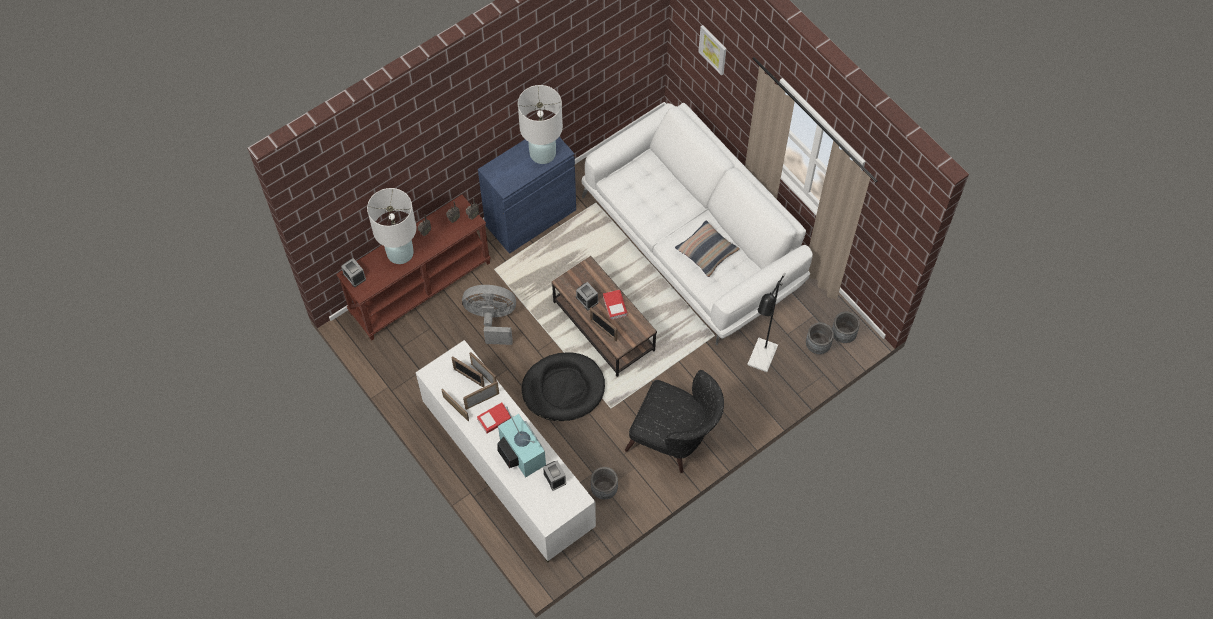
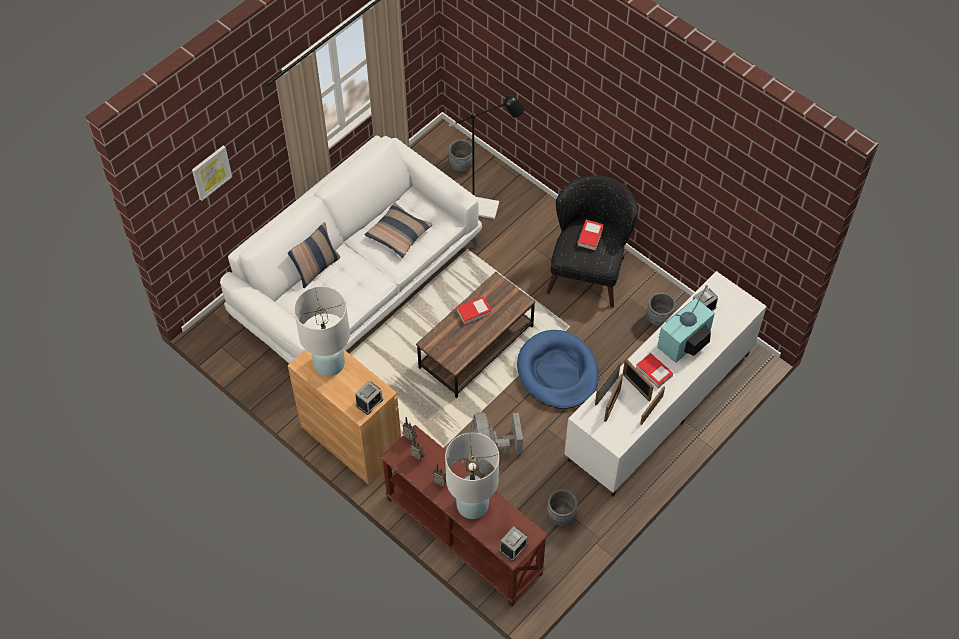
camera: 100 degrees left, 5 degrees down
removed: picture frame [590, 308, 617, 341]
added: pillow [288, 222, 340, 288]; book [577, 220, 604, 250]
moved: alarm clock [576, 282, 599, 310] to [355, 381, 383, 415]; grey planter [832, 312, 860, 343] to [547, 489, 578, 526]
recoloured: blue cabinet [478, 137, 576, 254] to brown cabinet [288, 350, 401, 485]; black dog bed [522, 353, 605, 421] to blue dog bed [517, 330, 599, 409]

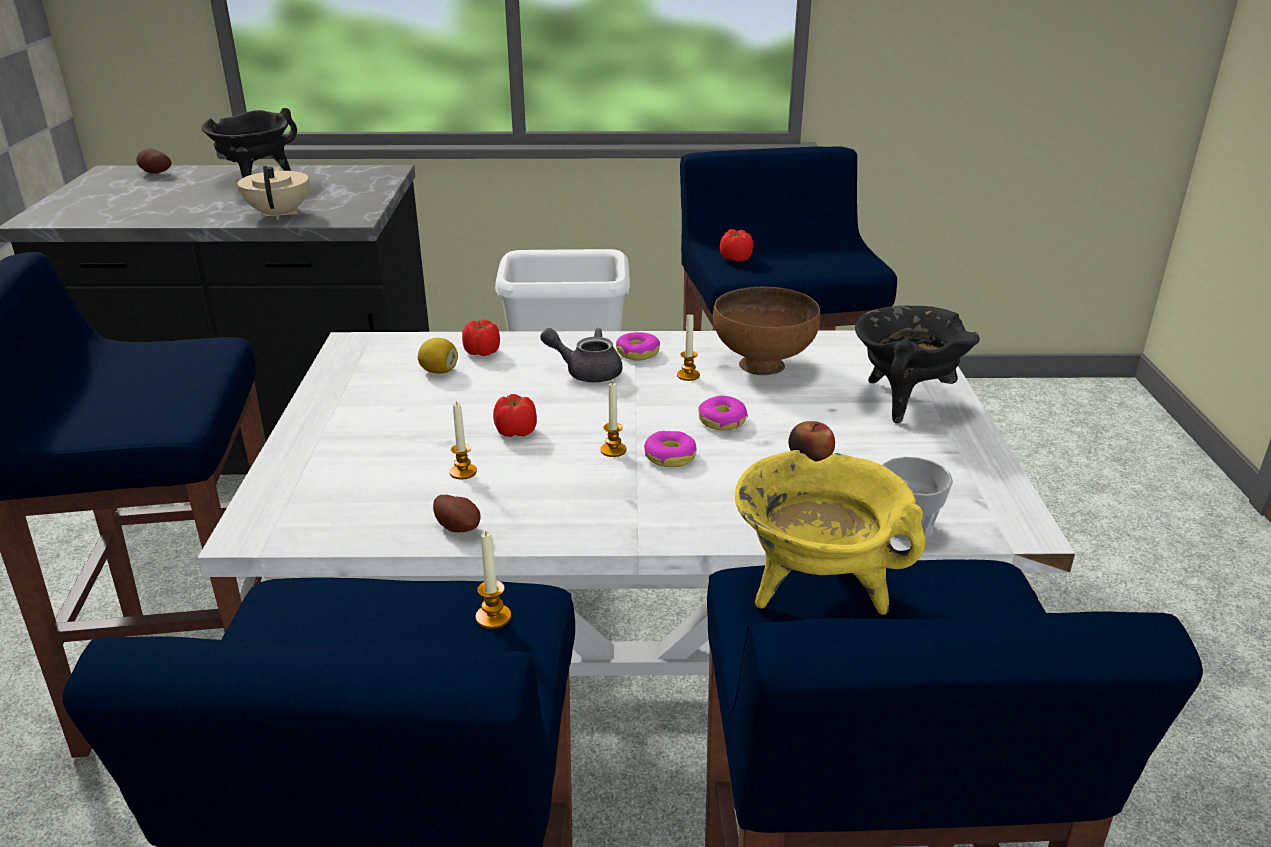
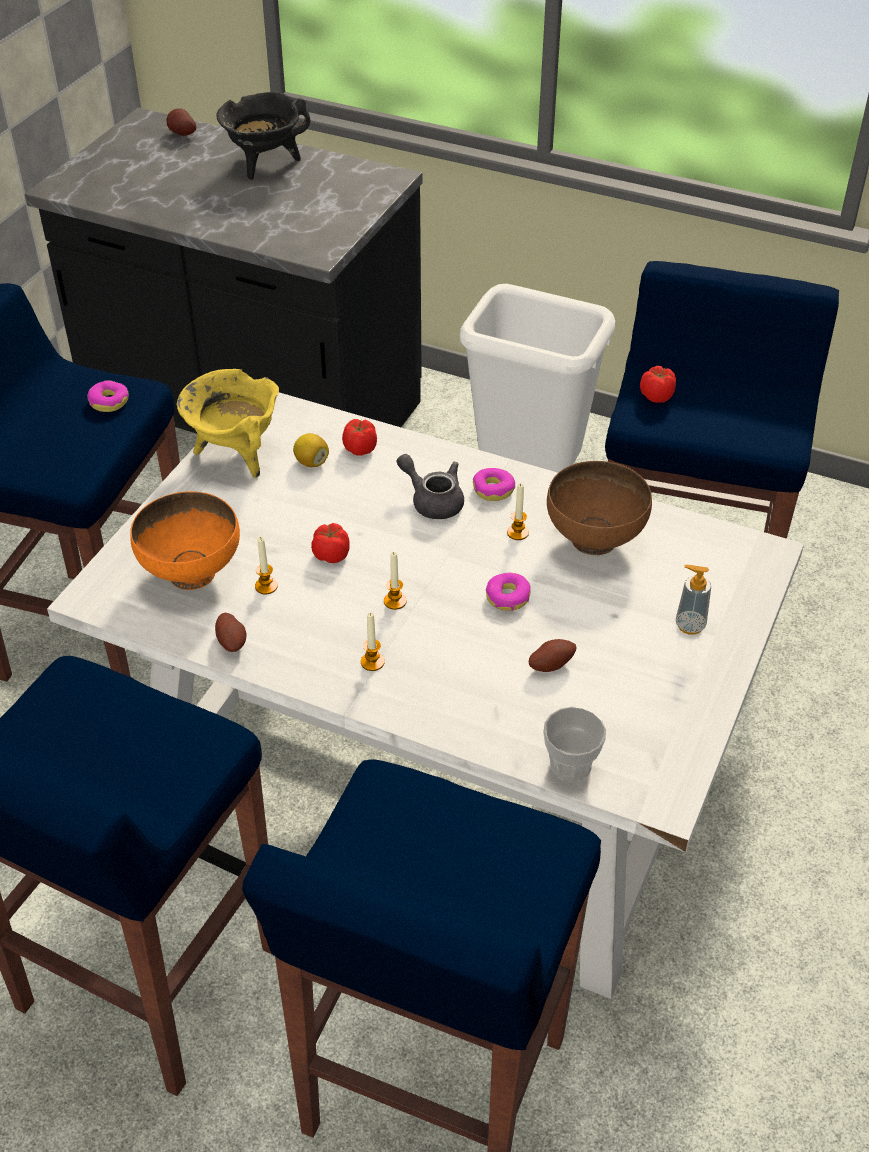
camera: 25 degrees right, 15 degrees up
removed: beige teapot [238, 166, 309, 220]
added: orange bowl [130, 491, 240, 590]
moved: donut [644, 431, 697, 467] to [87, 380, 129, 412]; yellow cooking pot [735, 450, 926, 615] to [177, 369, 279, 478]; candle [476, 531, 511, 629] to [361, 613, 385, 671]
replaced: apple [788, 421, 835, 462] to potato [529, 639, 576, 672]; black cooking pot [855, 306, 980, 424] to soap dispenser [676, 565, 711, 635]

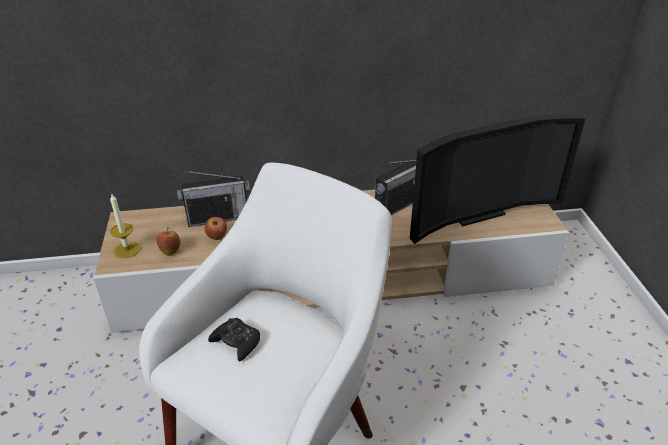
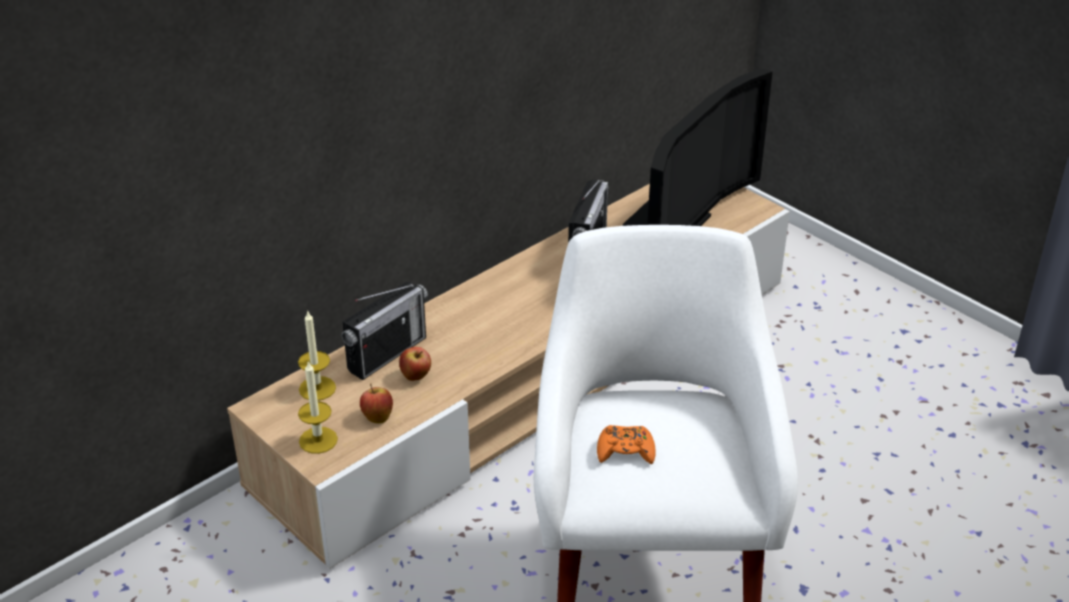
camera: 35 degrees left, 0 degrees up
added: candle [298, 312, 336, 401]
recoloured: black game controller [208, 318, 260, 362] to orange game controller [597, 425, 656, 464]

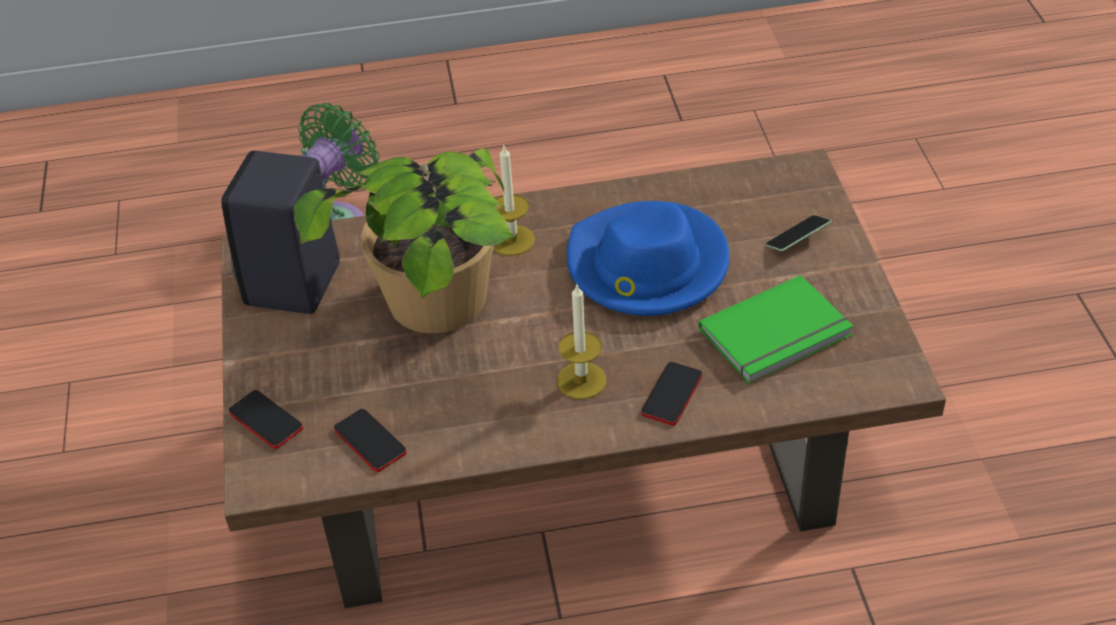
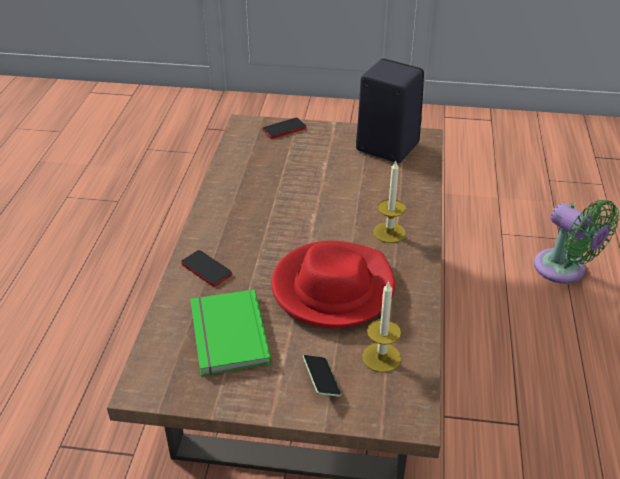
camera: 105 degrees right, 5 degrees down
removed: potted plant [294, 148, 517, 333]; phone [334, 409, 407, 472]
moved: candle [557, 285, 606, 399] to [362, 281, 401, 373]
recoloured: blue hat [567, 201, 730, 316] to red hat [271, 241, 395, 328]

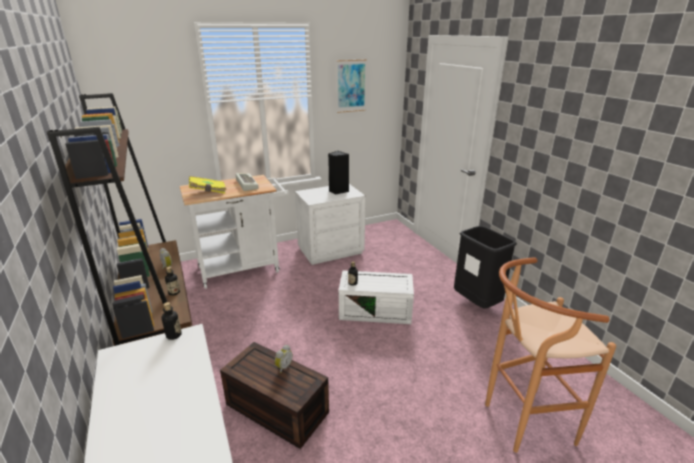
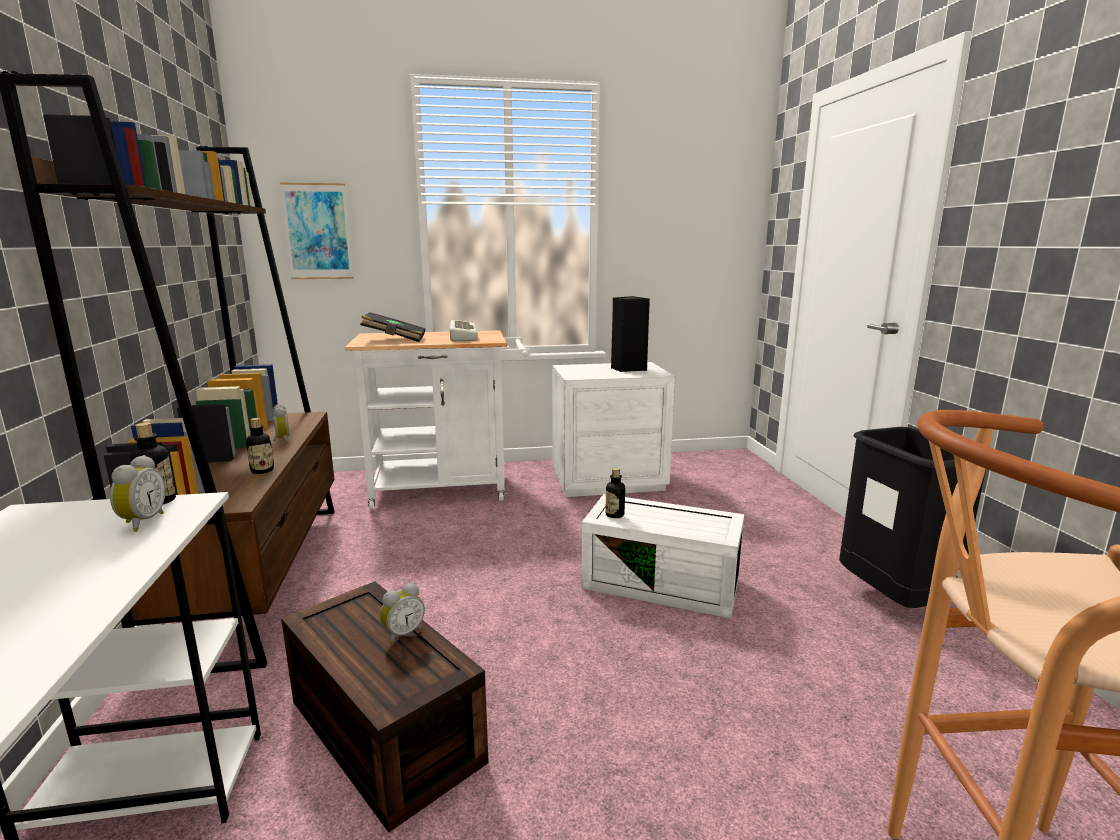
camera: 15 degrees right, 10 degrees down
added: alarm clock [110, 455, 166, 532]
moved: picture [336, 59, 367, 113] to [280, 182, 354, 279]
recoloured: yellow book [189, 176, 226, 194] to black book [360, 312, 426, 342]

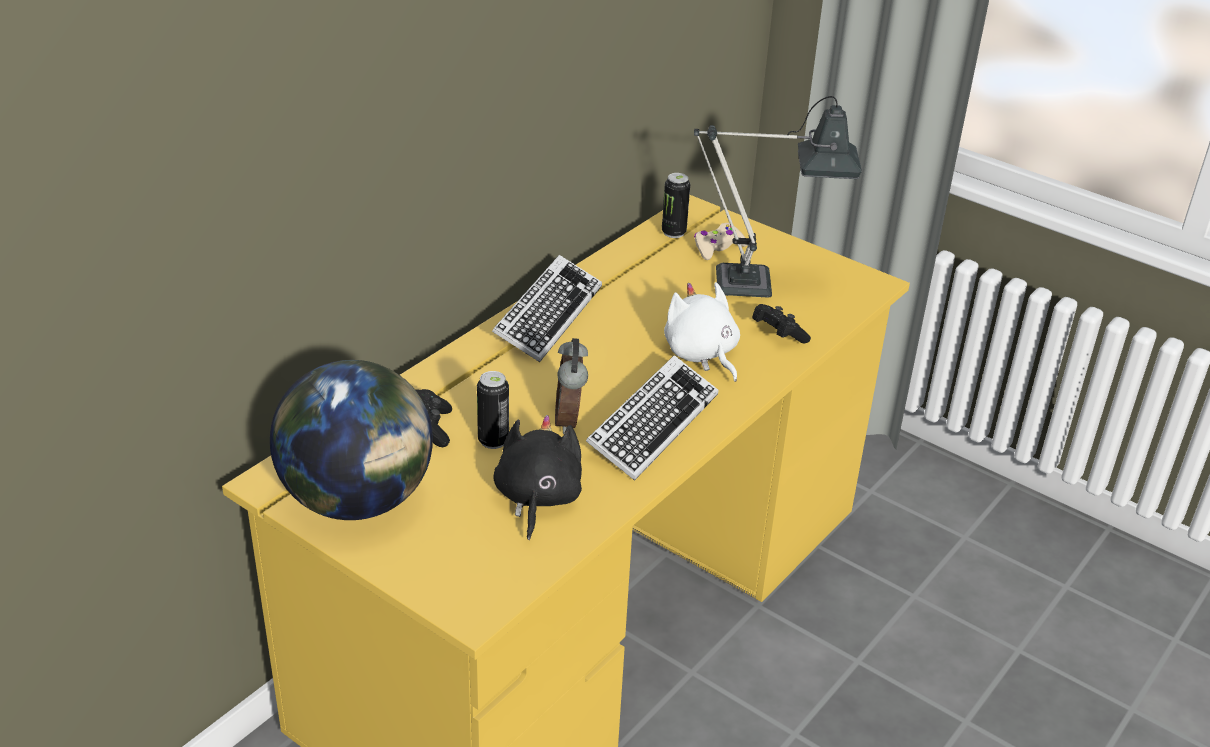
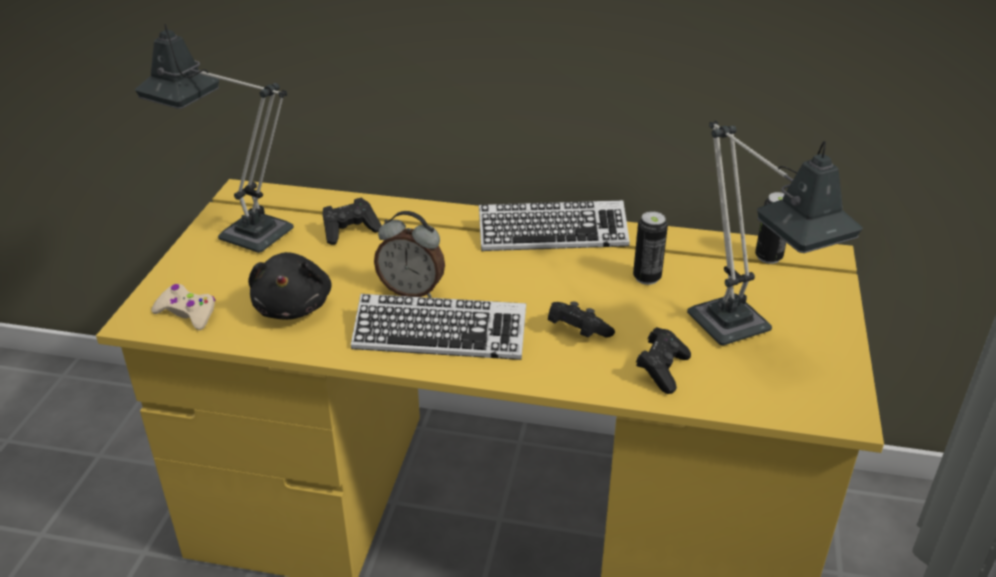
camera: 65 degrees right, 0 degrees up
moved: beige game controller [694, 223, 747, 260] to [151, 284, 216, 330]; can [477, 371, 509, 449] to [633, 212, 668, 285]
replaced: globe [270, 360, 433, 520] to table lamp [135, 24, 294, 253]; white plush toy [664, 282, 740, 382] to black game controller [548, 301, 615, 338]
turned: black plush toy [494, 415, 582, 540] = [248, 252, 332, 320] 105 degrees clockwise; alarm clock [555, 338, 588, 434] = [374, 211, 445, 298] 135 degrees counterclockwise

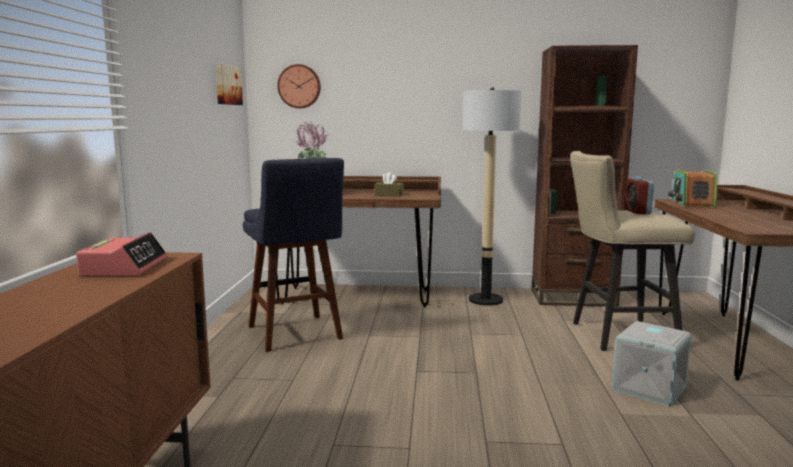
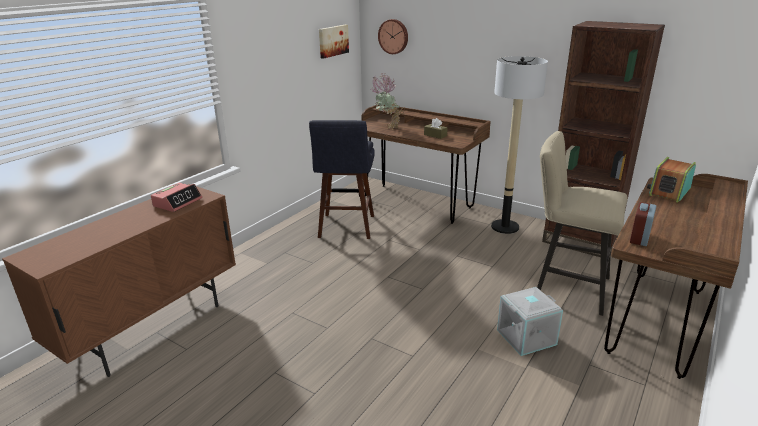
camera: 30 degrees right, 15 degrees up
moved: alarm clock [625, 176, 654, 214] to [630, 202, 656, 246]

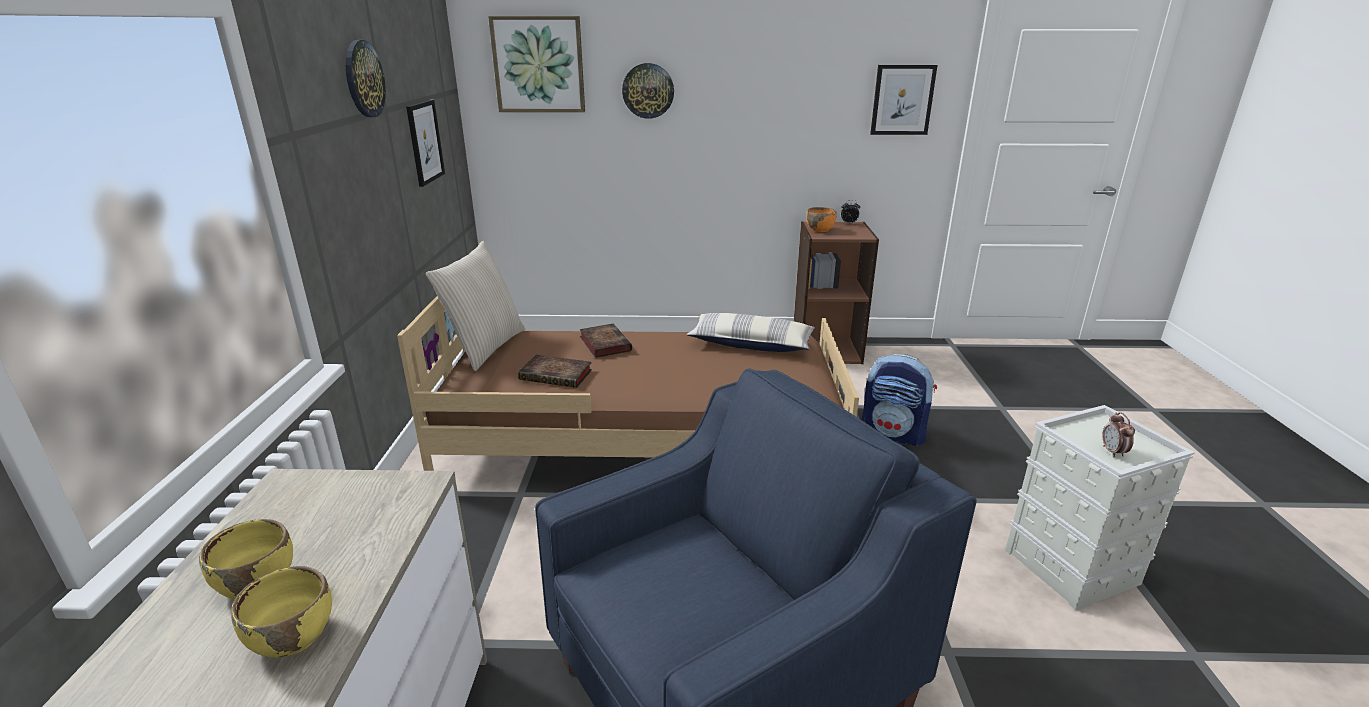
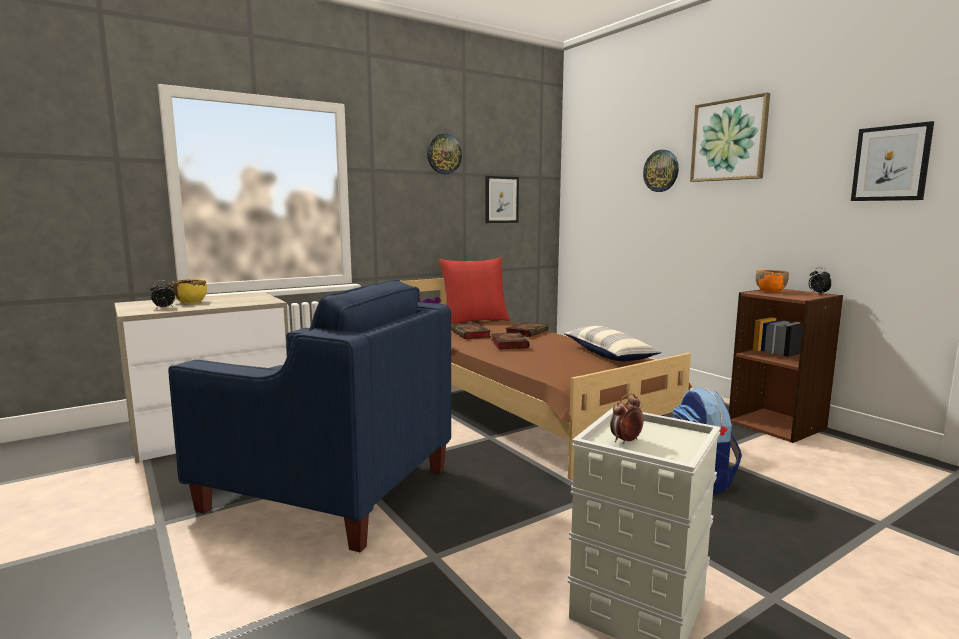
camera: 55 degrees right, 15 degrees down
added: book [491, 332, 529, 349]
moved: picture [488, 16, 585, 112] to [690, 92, 770, 182]
replaced: yellow bowl [231, 566, 332, 658] to alarm clock [150, 280, 175, 308]
recoloured: beige pillow [426, 241, 525, 371] to red pillow [439, 257, 510, 324]

